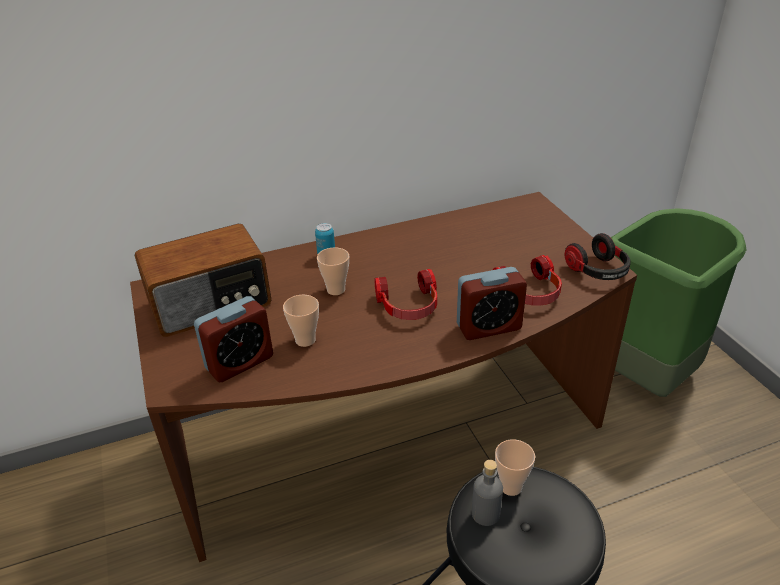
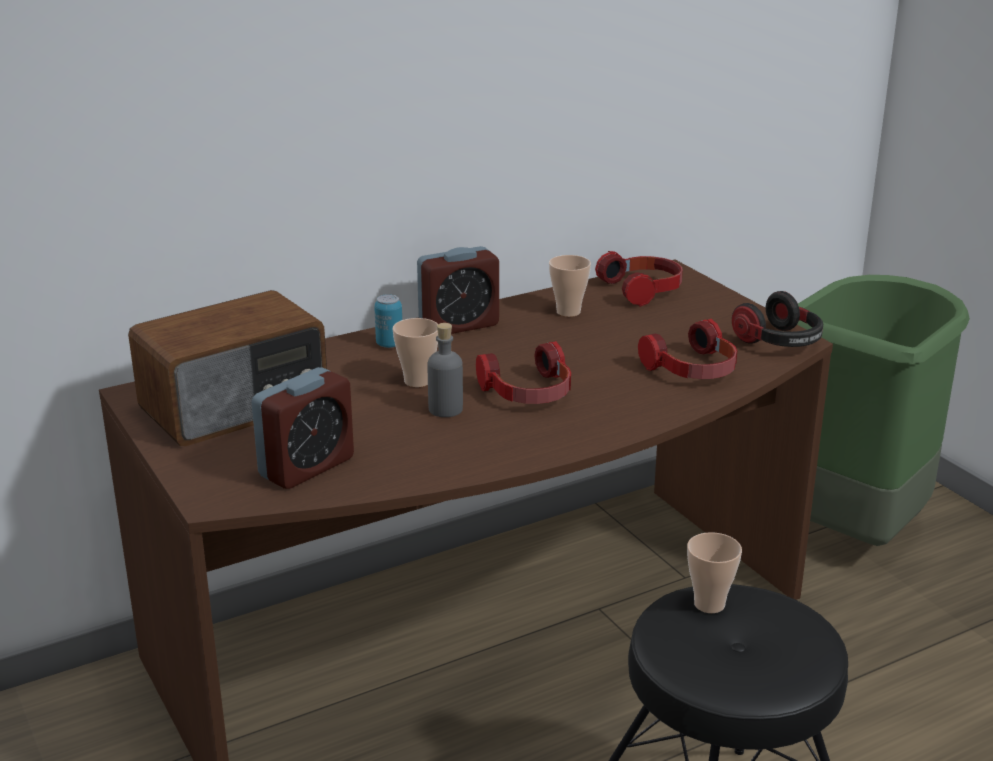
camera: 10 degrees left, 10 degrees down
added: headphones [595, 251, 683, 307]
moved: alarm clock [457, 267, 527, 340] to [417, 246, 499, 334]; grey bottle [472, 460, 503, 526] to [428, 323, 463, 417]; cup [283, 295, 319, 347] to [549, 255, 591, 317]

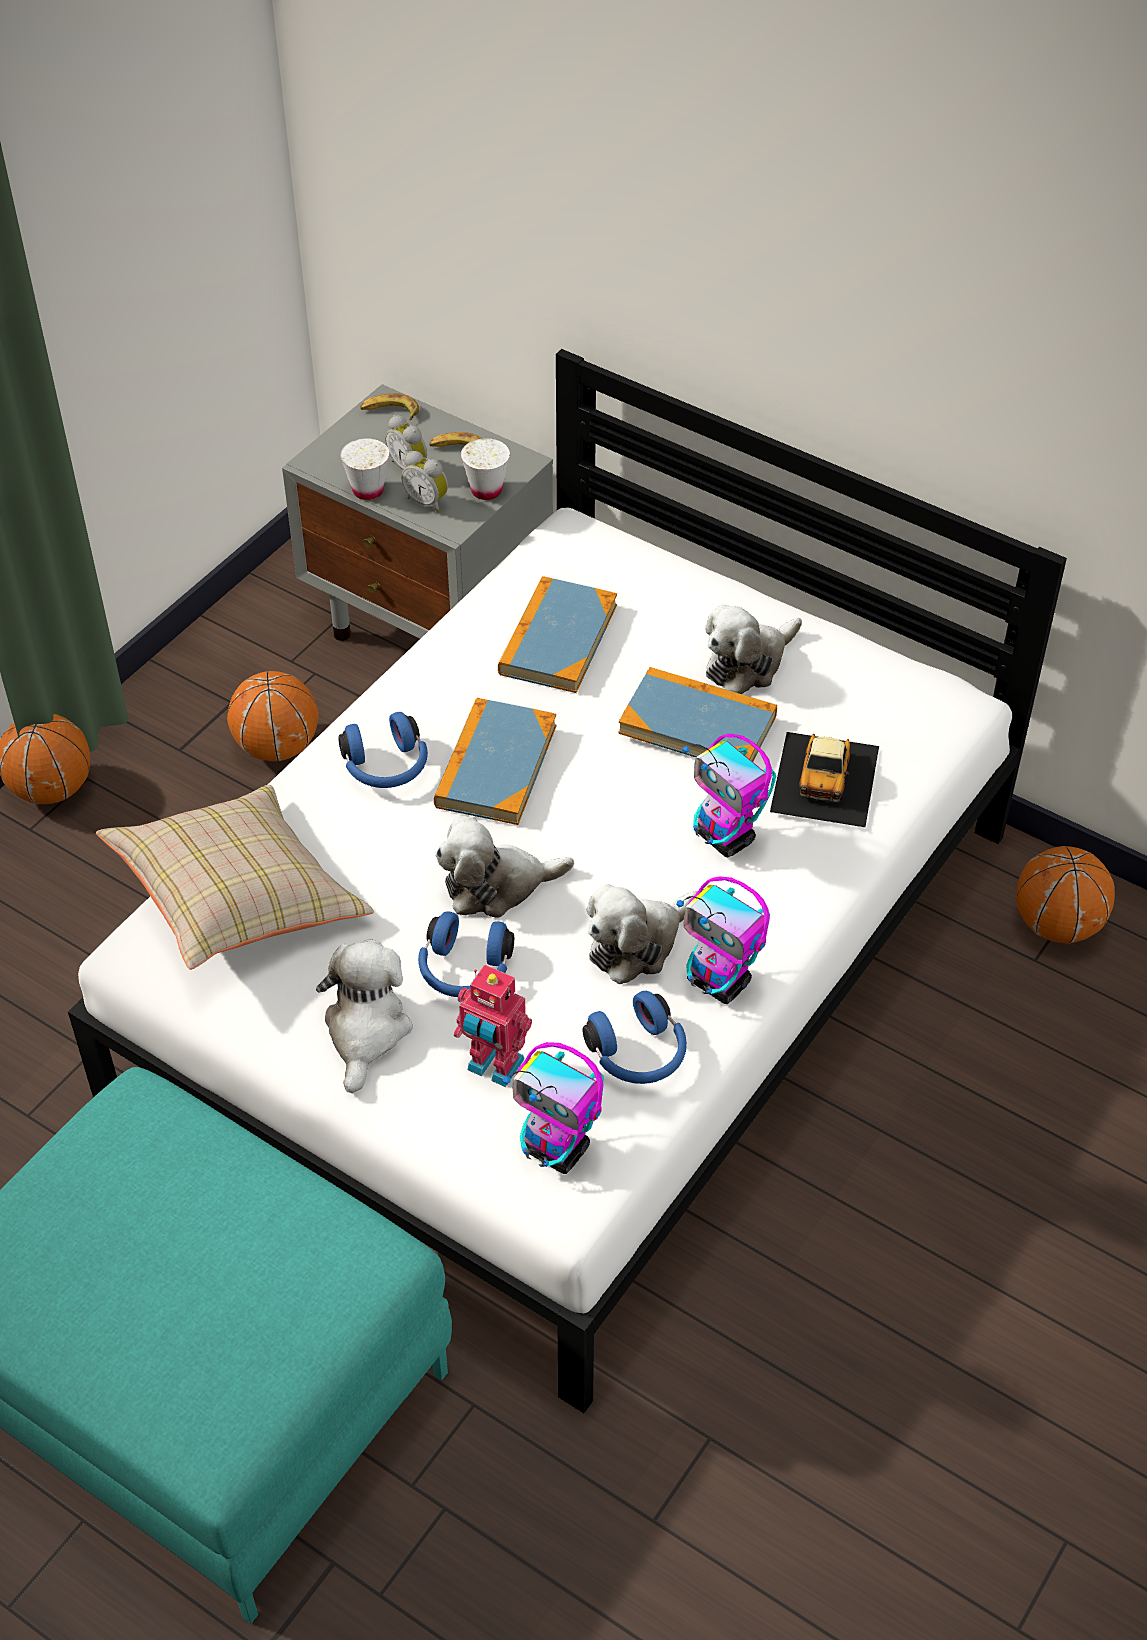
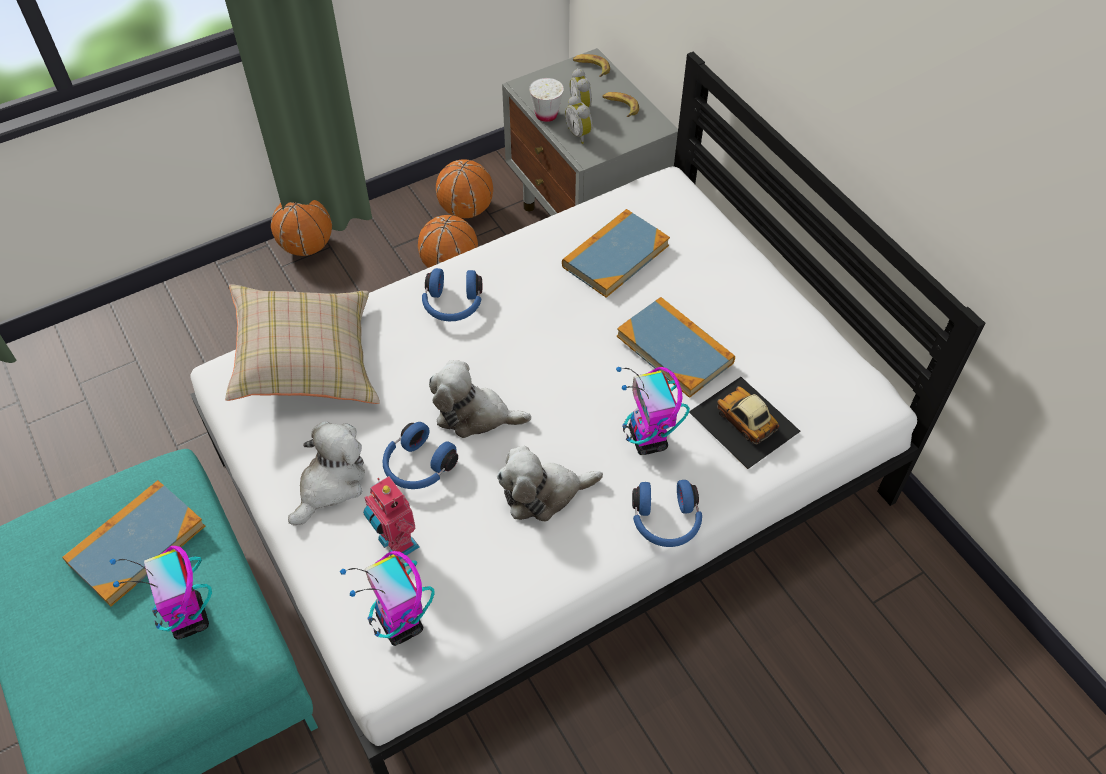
camera: 25 degrees right, 5 degrees up
removed: white cup [461, 438, 510, 500]; plush toy [705, 605, 802, 694]
moved: book [434, 698, 556, 825] to [62, 480, 205, 607]; toy robot [676, 876, 770, 1004] to [110, 546, 212, 639]; basketball [1016, 846, 1115, 944] to [436, 159, 493, 218]; blue headphones [583, 991, 687, 1084] to [632, 480, 702, 547]
turned: toy car [770, 732, 879, 827] = [689, 377, 801, 469] 105 degrees clockwise

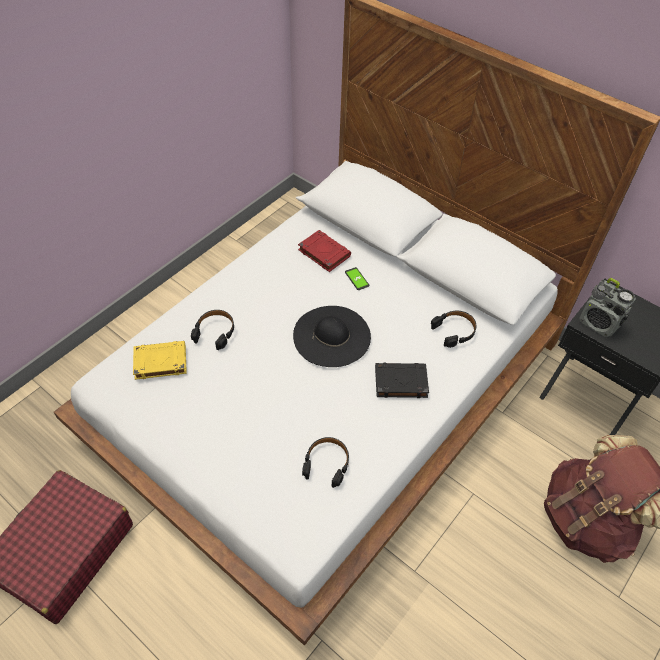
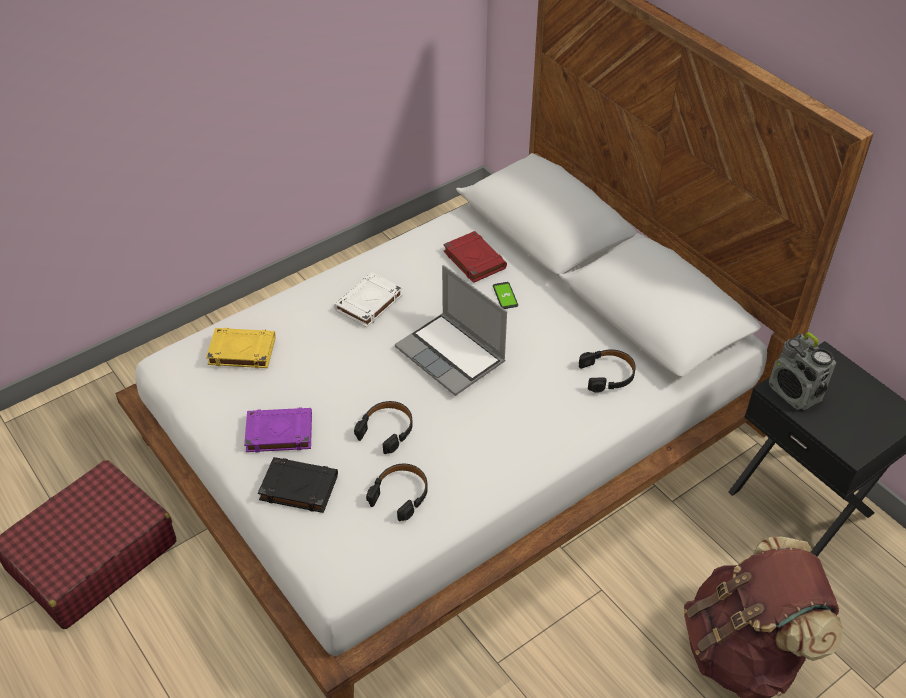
camera: 15 degrees right, 5 degrees down
added: purple book [244, 408, 312, 452]; white book [334, 272, 403, 328]
moved: black book [375, 363, 429, 398] to [258, 457, 338, 513]; black headphones [191, 310, 234, 350] to [354, 401, 413, 454]
replaced: black hat [293, 306, 371, 367] to laptop [395, 265, 507, 396]

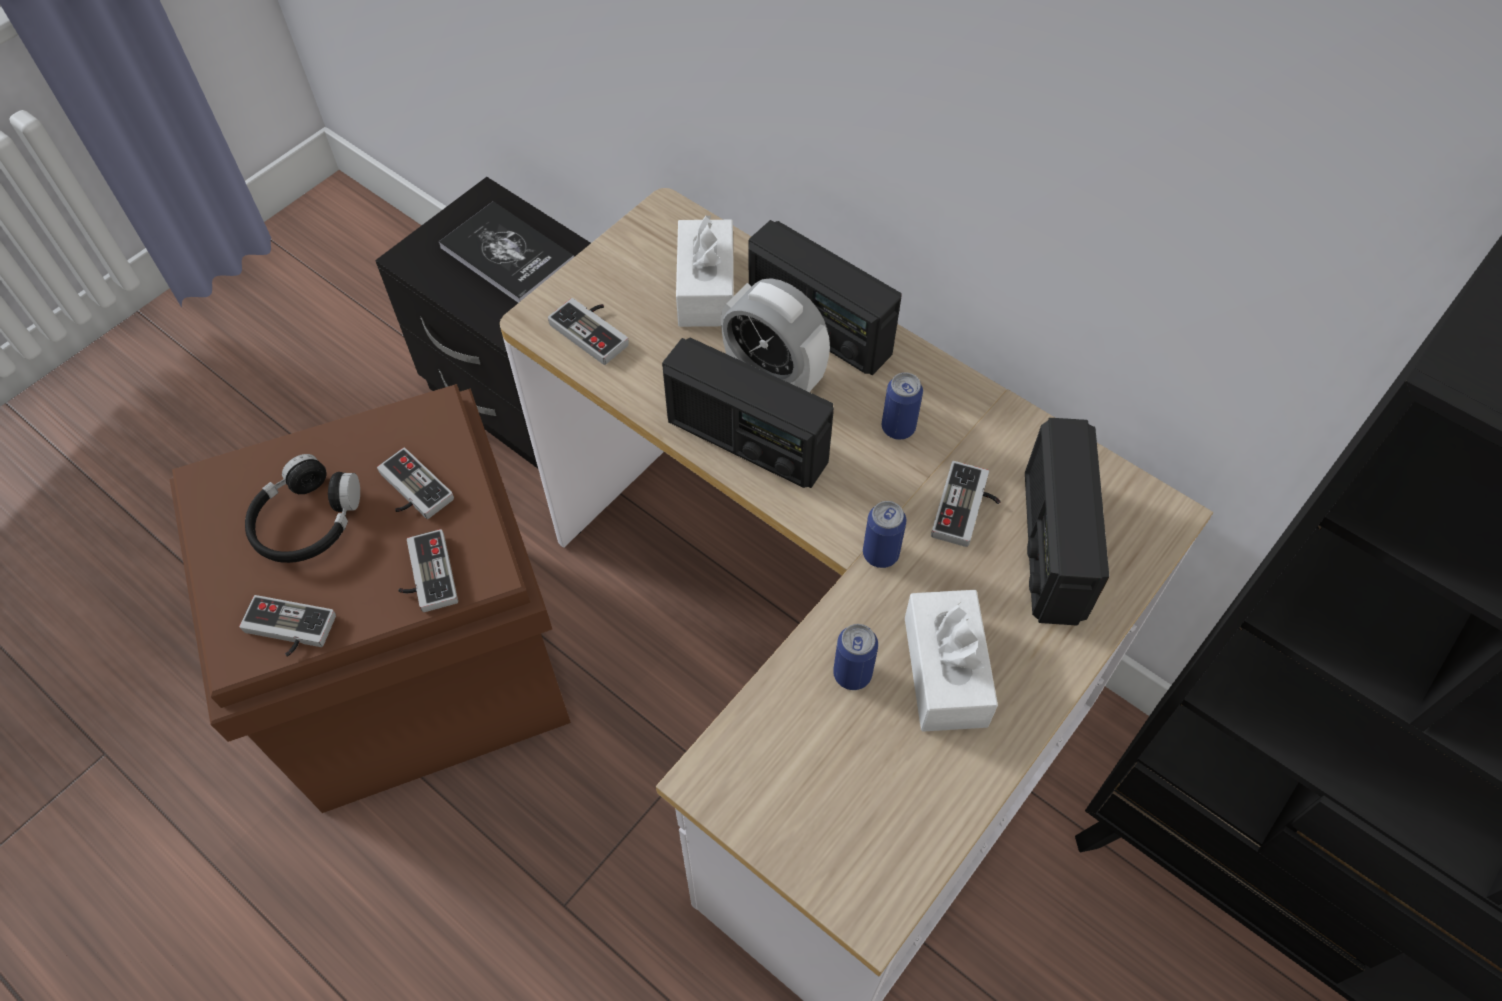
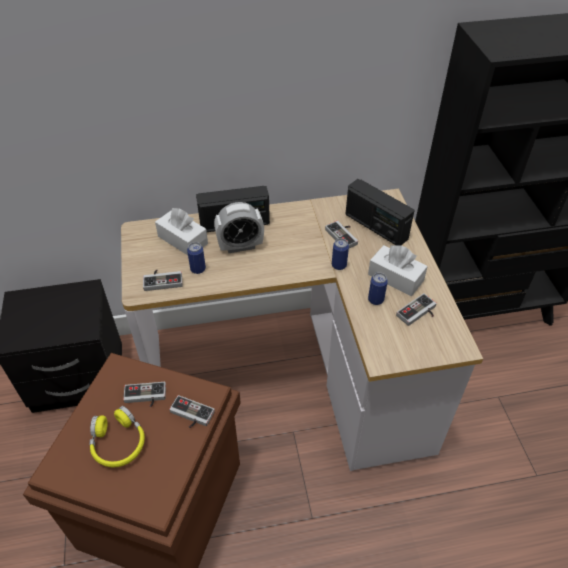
camera: 50 degrees left, 10 degrees down
removed: book [439, 201, 574, 303]; radio [662, 338, 834, 488]
moved: can [882, 372, 923, 440] to [187, 242, 206, 274]; game controller [239, 595, 336, 657] to [396, 293, 437, 326]
recoloured: black headphones [245, 454, 360, 563] to yellow headphones [89, 406, 145, 467]

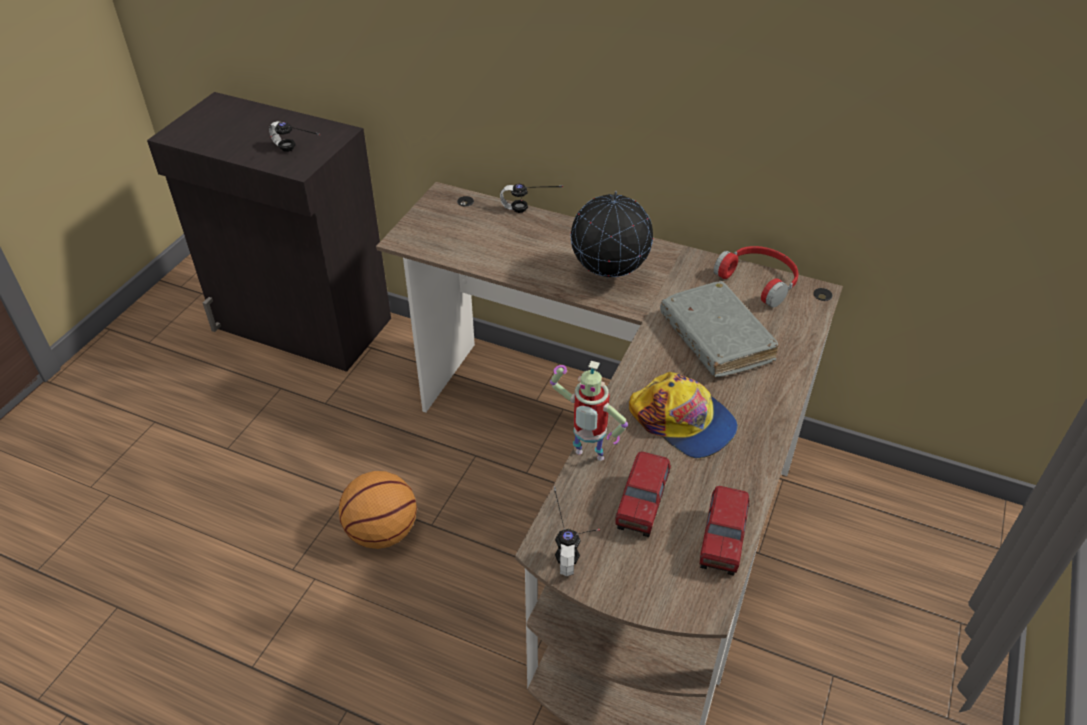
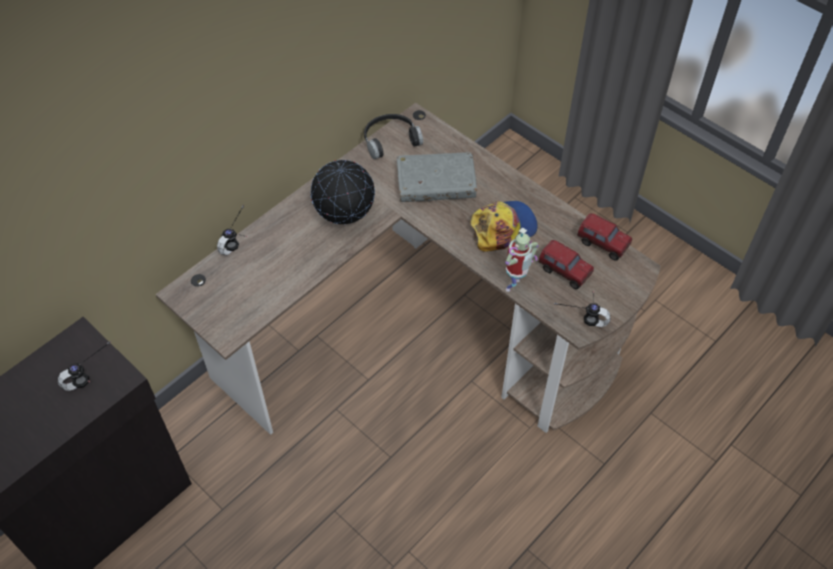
camera: 70 degrees left, 10 degrees up
removed: basketball [339, 471, 417, 549]
recoloured: red headphones [714, 246, 798, 307] to black headphones [364, 114, 423, 159]

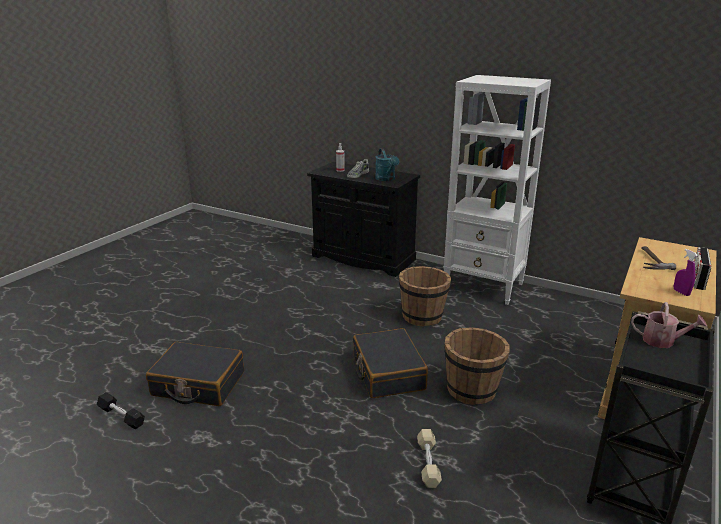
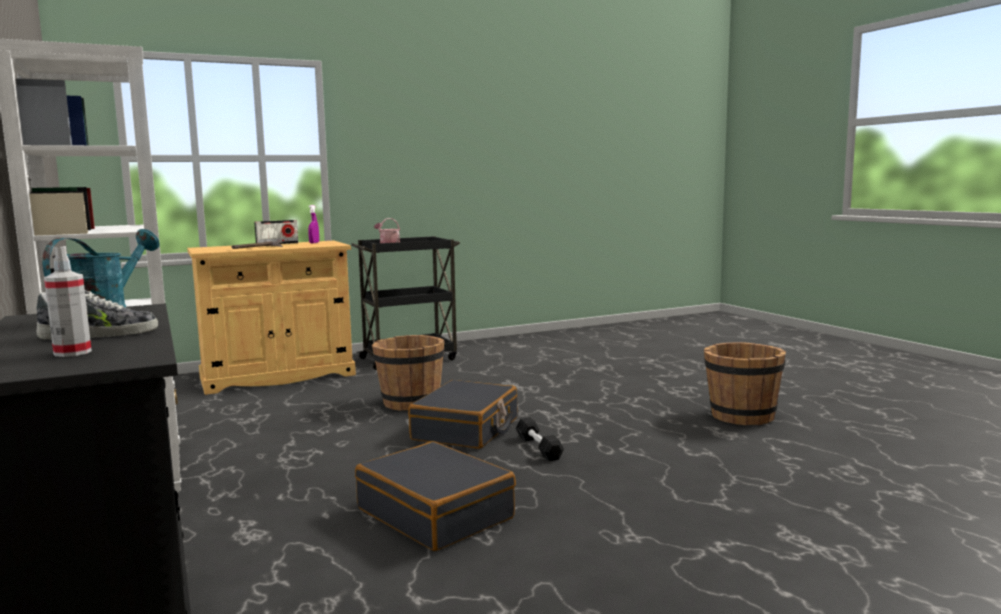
camera: 145 degrees left, 15 degrees down
removed: beige dumbbell [417, 429, 442, 488]
moved: black suitcase [146, 342, 244, 406] to [355, 441, 516, 551]; black dumbbell [97, 392, 145, 429] to [516, 417, 564, 461]; brown bucket [399, 266, 451, 326] to [704, 342, 786, 425]

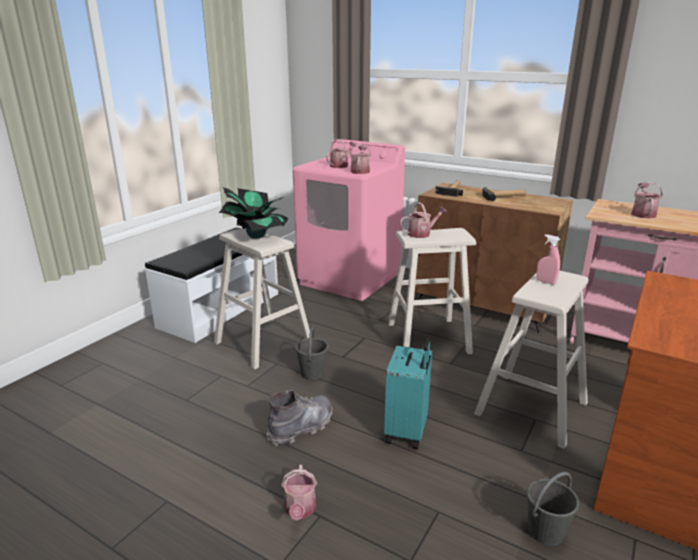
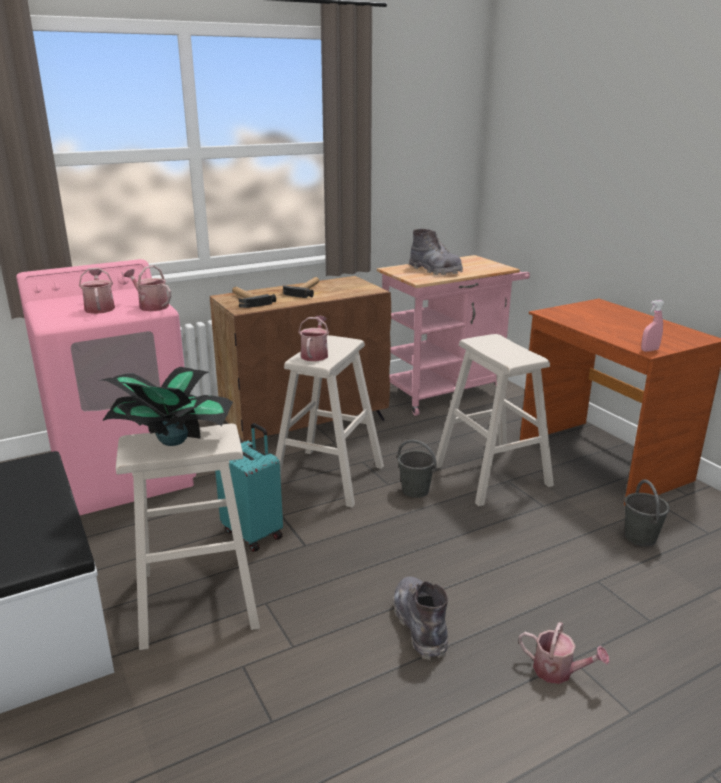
camera: 60 degrees left, 0 degrees up
moved: turquoise suitcase [384, 336, 432, 449] to [215, 423, 283, 552]; grey bucket [295, 327, 328, 380] to [397, 440, 437, 498]; pink spray bottle [536, 234, 560, 285] to [641, 300, 665, 352]
replaced: watering can [631, 182, 663, 218] to grey boot [409, 229, 463, 275]

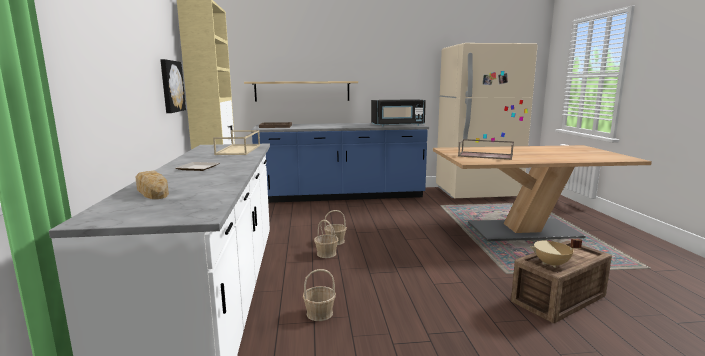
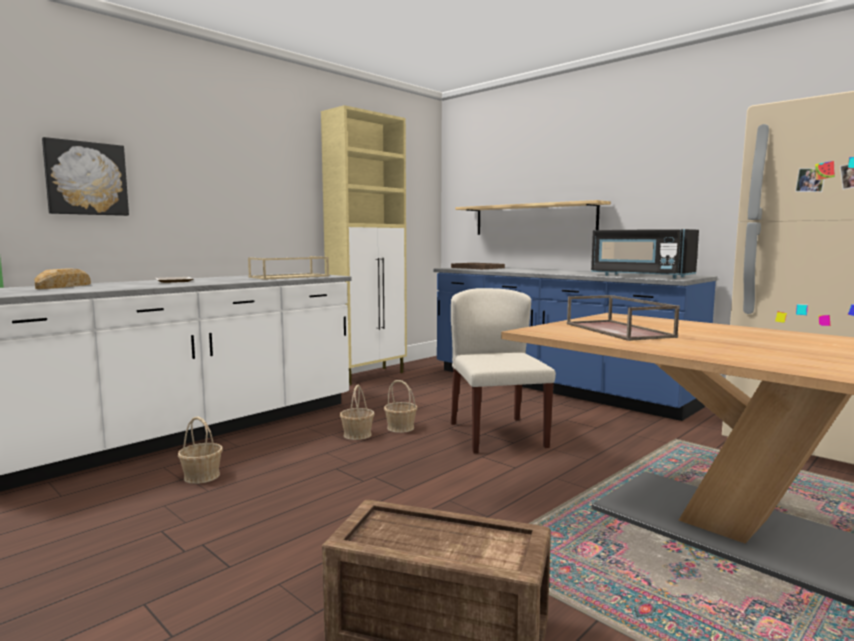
camera: 50 degrees right, 5 degrees down
removed: beige cooking pot [530, 239, 582, 268]
added: beige chair [451, 288, 556, 454]
moved: picture [160, 59, 186, 113] to [42, 137, 129, 216]

